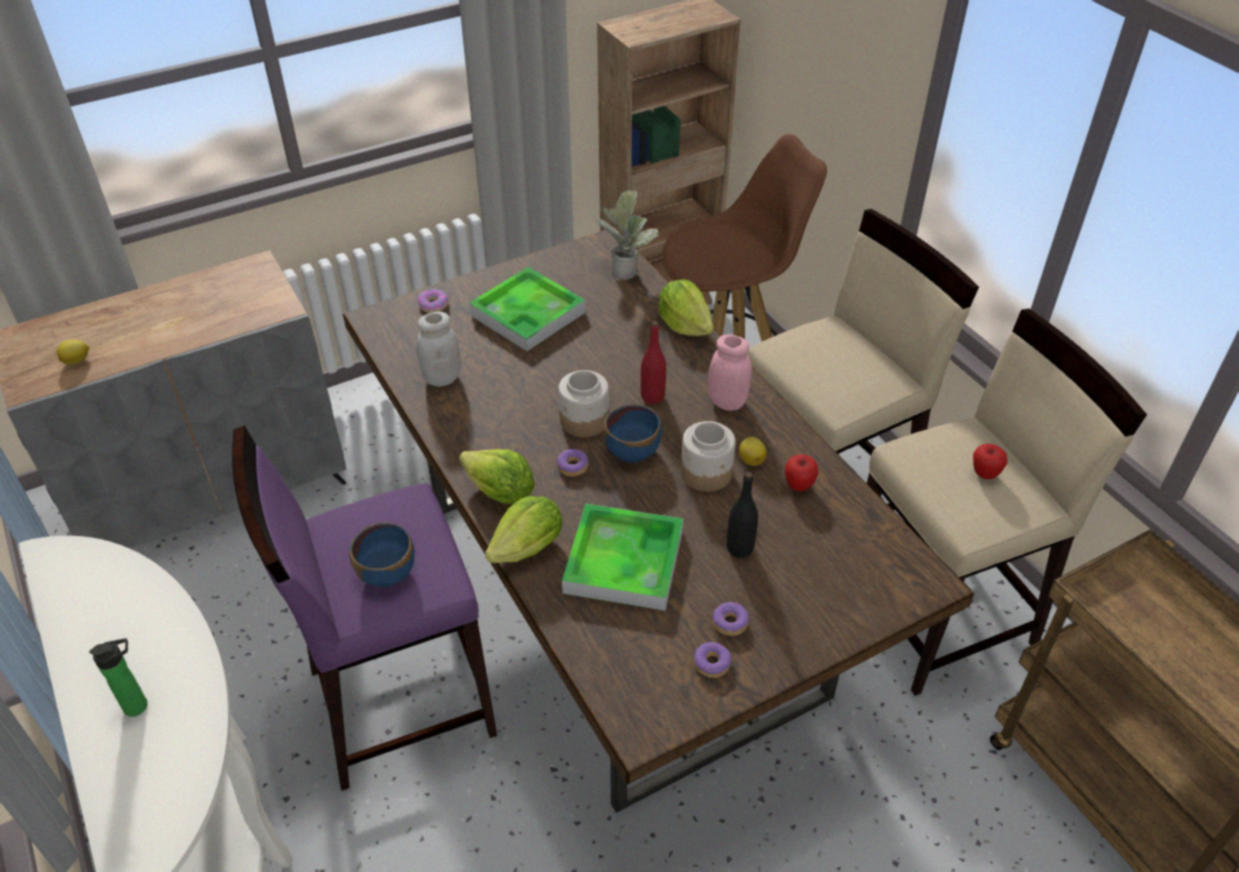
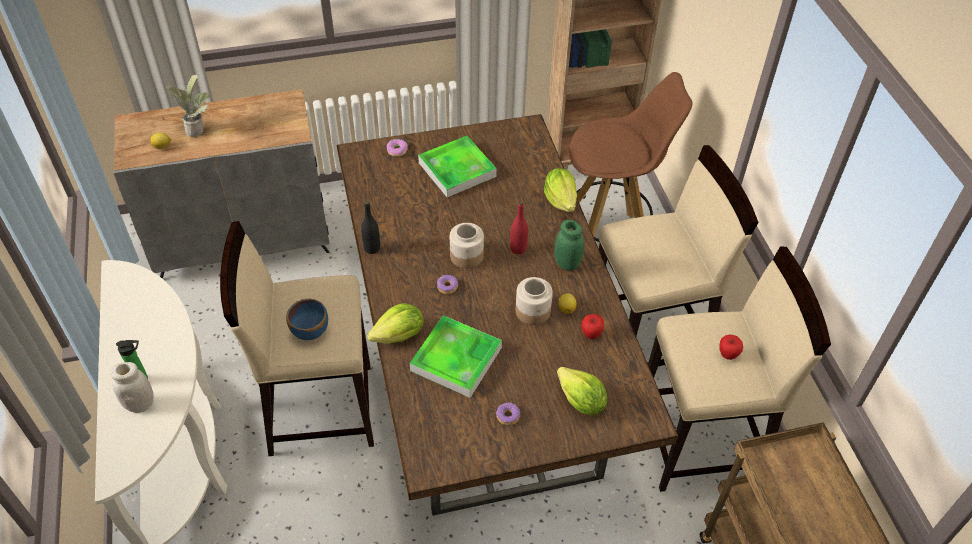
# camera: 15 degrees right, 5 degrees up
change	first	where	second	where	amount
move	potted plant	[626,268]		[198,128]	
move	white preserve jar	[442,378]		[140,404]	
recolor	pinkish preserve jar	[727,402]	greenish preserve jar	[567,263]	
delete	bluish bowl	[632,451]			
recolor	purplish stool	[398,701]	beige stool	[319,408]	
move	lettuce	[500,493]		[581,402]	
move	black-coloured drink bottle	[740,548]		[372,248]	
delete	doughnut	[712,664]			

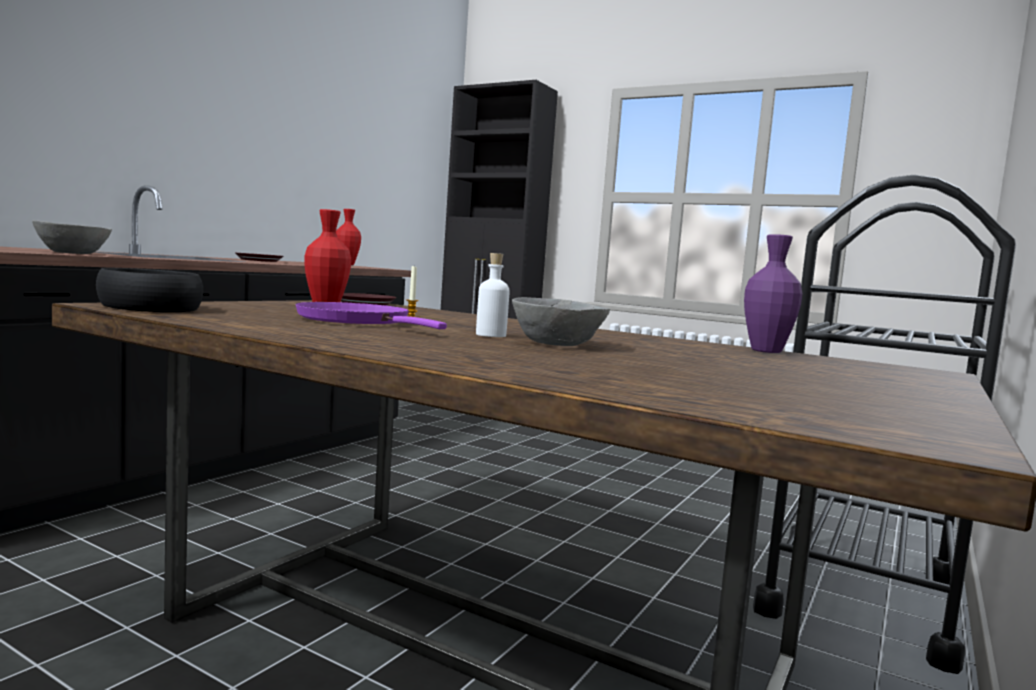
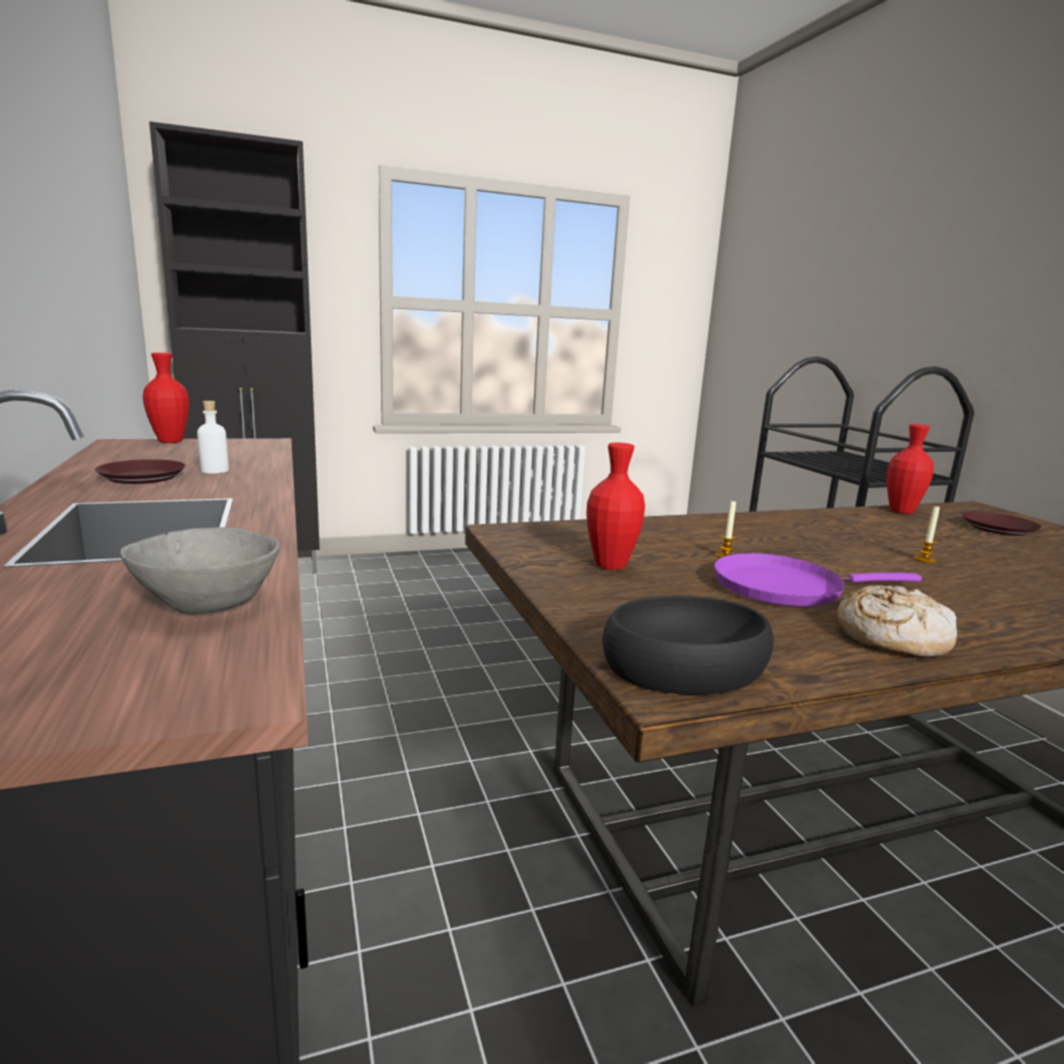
# camera: 50 degrees left, 10 degrees up
change	first	where	second	where	amount
recolor	purplish flower vase	[766,351]	red-coloured flower vase	[901,511]	
move	white drink bottle	[491,335]		[214,470]	
move	brownish plate	[364,303]		[998,529]	
replace	gray bowl	[556,344]	candle	[924,560]	
insert			baked bread	[890,637]	

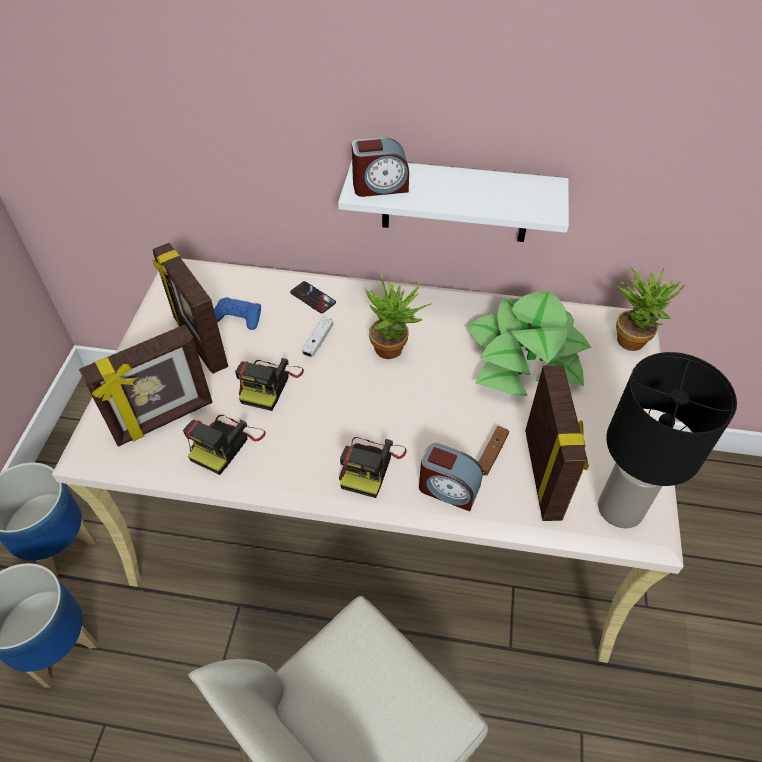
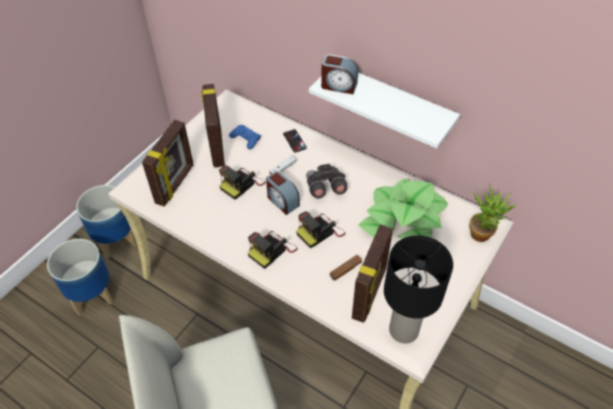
# camera: 25 degrees right, 0 degrees up
change	first	where	second	where	amount
replace	potted plant	[394,349]	gray field glasses	[325,188]	
rotate	picture frame	[164,420]		[176,184]	60 degrees counterclockwise
move	still camera	[226,444]		[320,232]	
move	alarm clock	[448,489]		[282,201]	

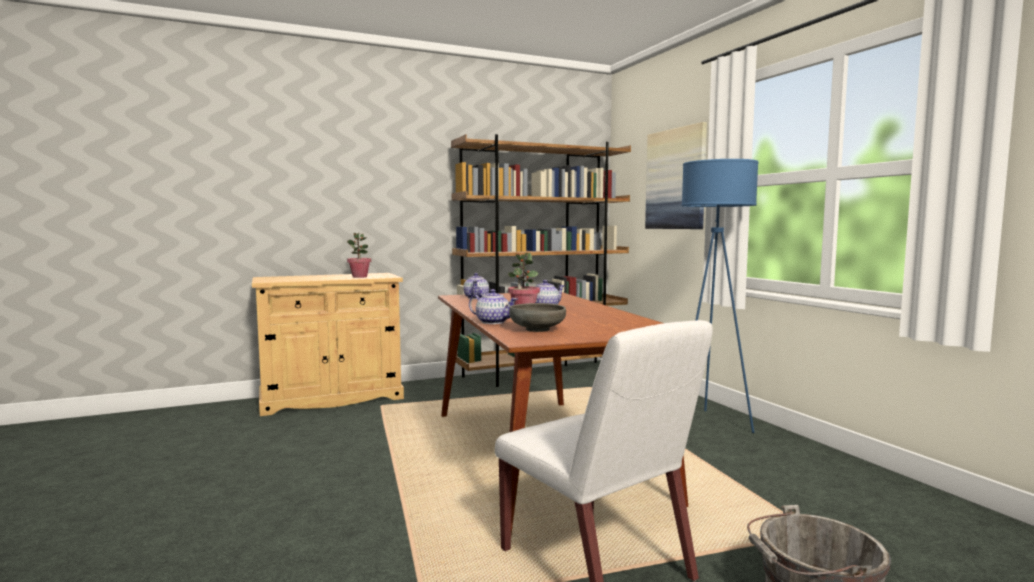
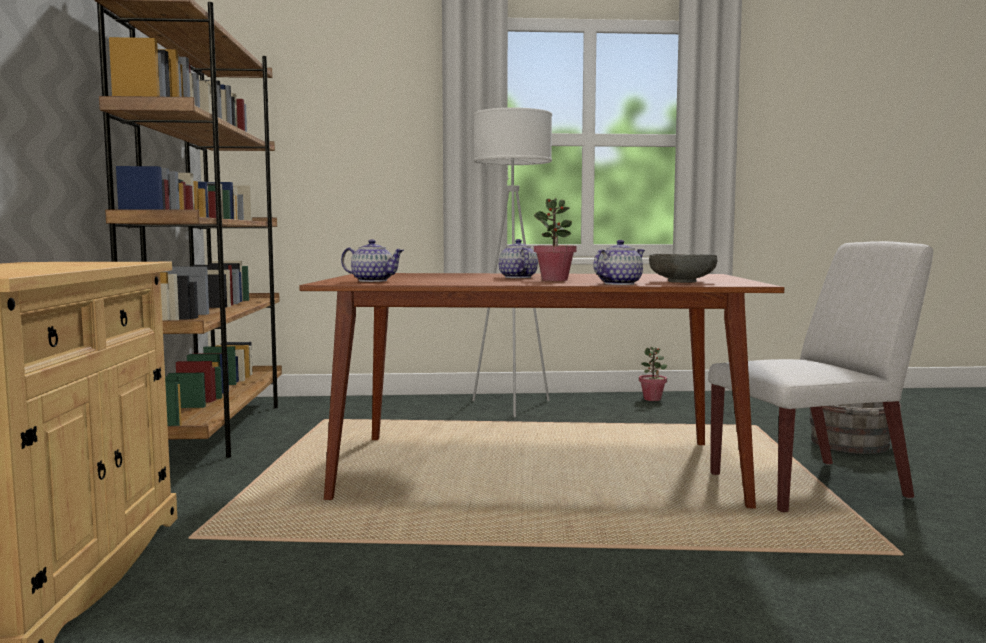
# camera: 70 degrees left, 0 degrees up
change	first	where	second	where	amount
delete	wall picture	[676,179]			
recolor	bluish standard lamp	[709,424]	white standard lamp	[511,406]	
move	potted plant	[359,277]		[652,399]	

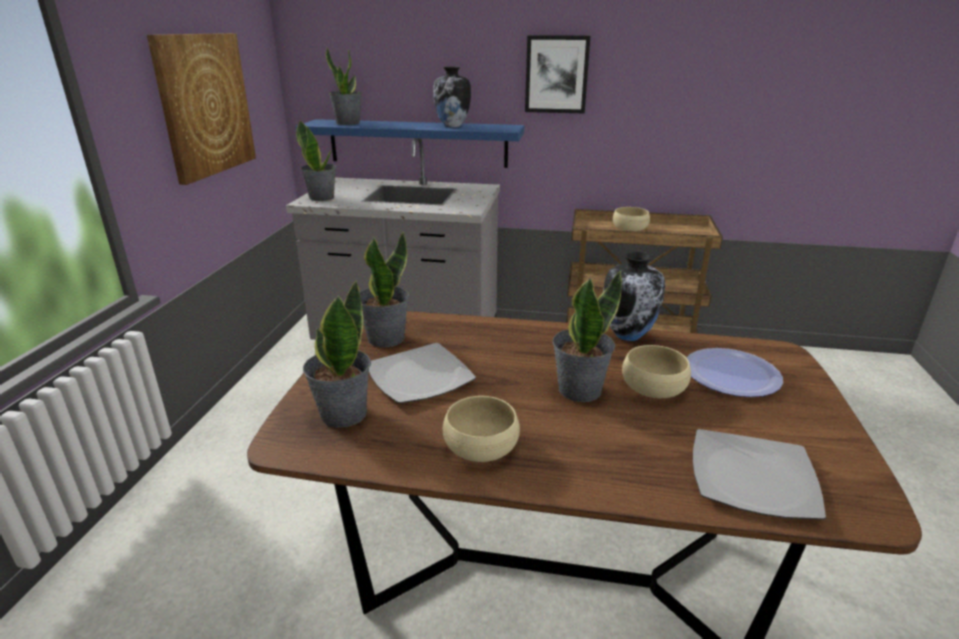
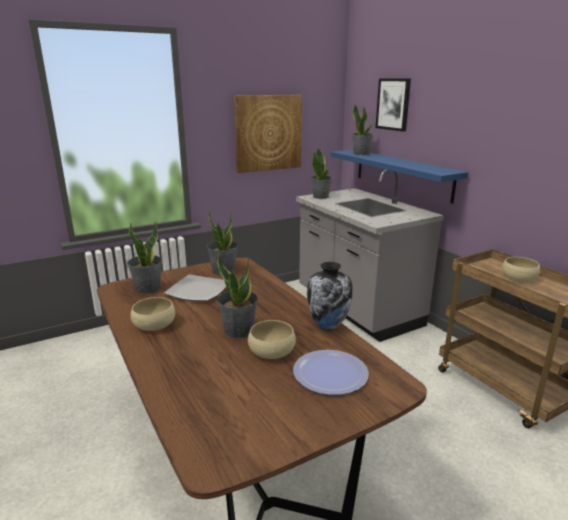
# camera: 50 degrees right, 5 degrees down
change	first	where	second	where	amount
move	wall picture	[556,74]		[393,104]	
delete	flower vase	[452,126]			
delete	plate	[754,478]			

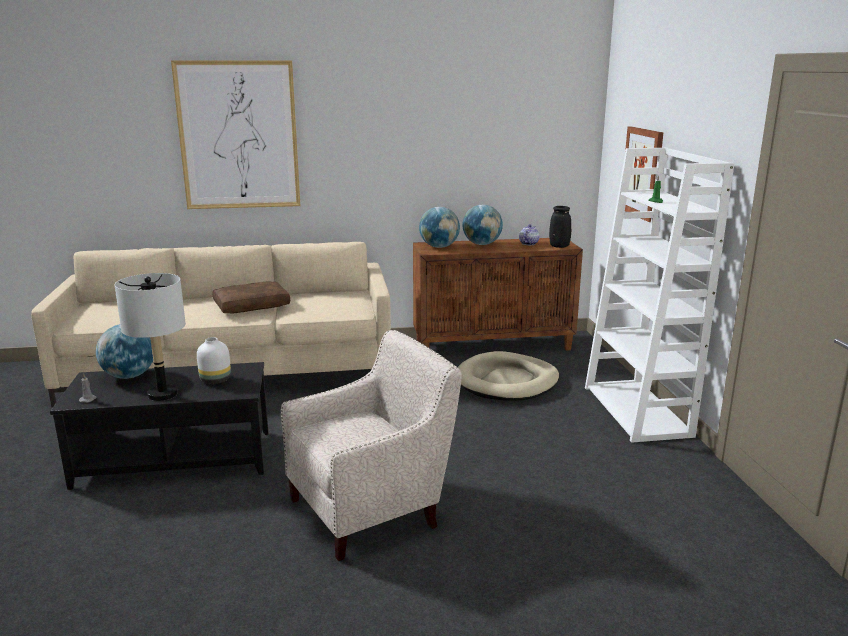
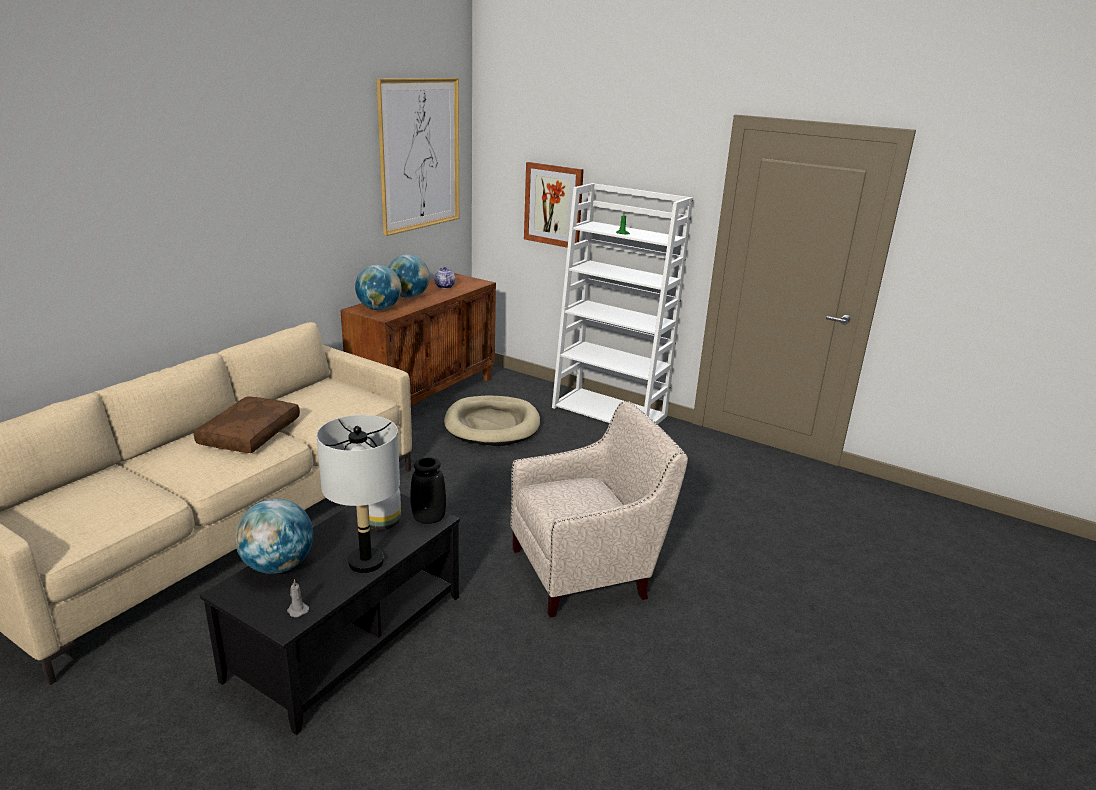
# camera: 50 degrees left, 5 degrees up
change	first	where	second	where	amount
move	wall picture	[238,136]		[420,155]	
move	black-coloured flower vase	[559,246]		[428,519]	
rotate	beige lounge chair	[372,509]		[587,571]	60 degrees clockwise

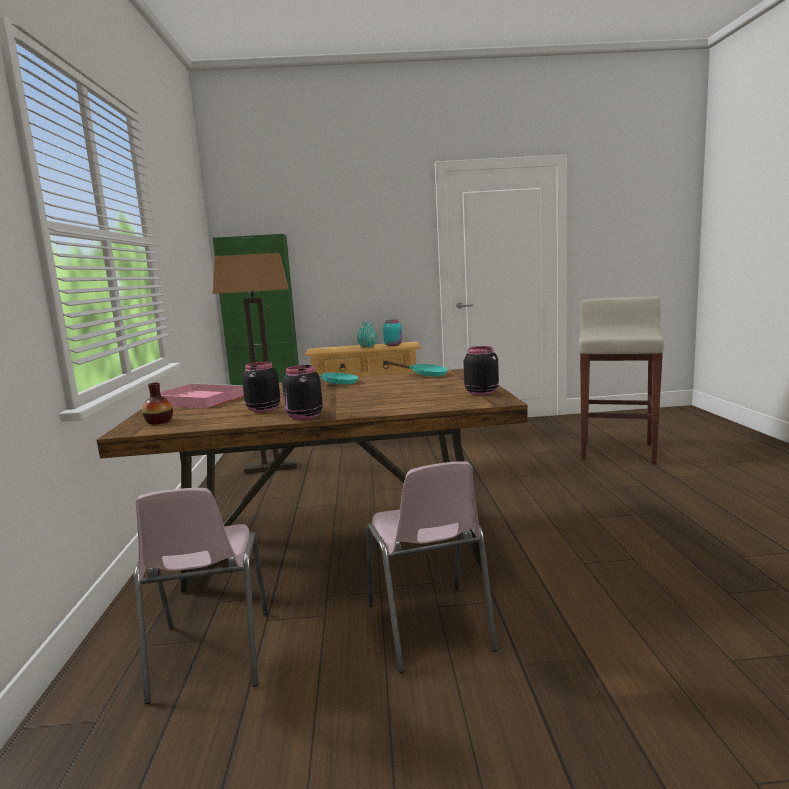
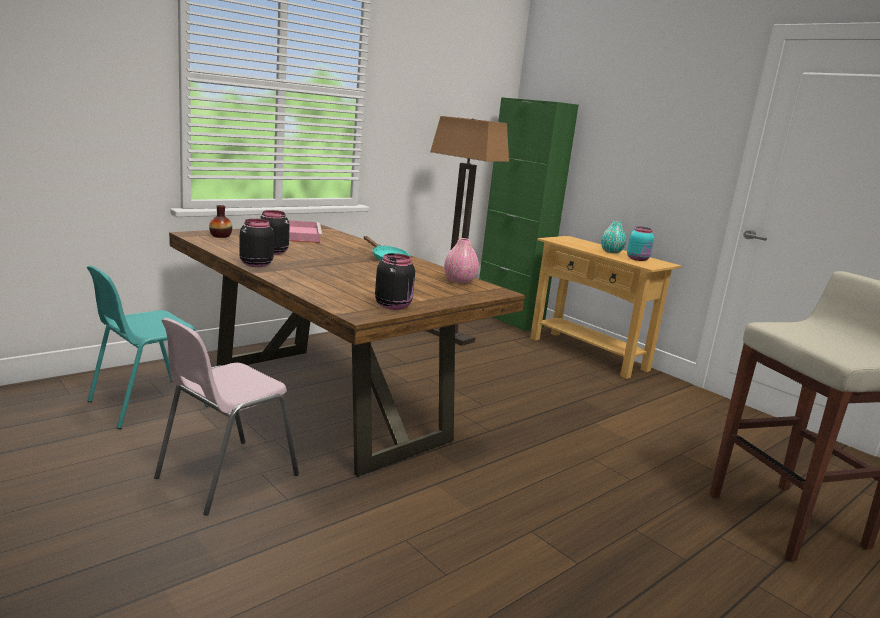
# camera: 50 degrees right, 5 degrees up
change	first	where	second	where	amount
replace	blue-green skillet	[425,375]	pinkish flower vase	[459,281]	
recolor	pinkish upright chair	[210,655]	blue-green upright chair	[146,403]	

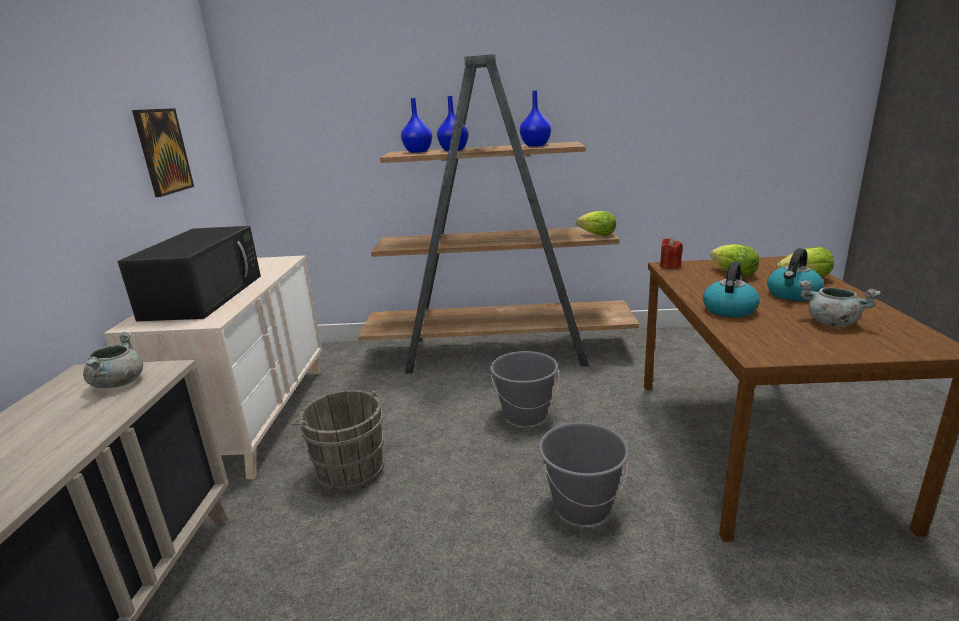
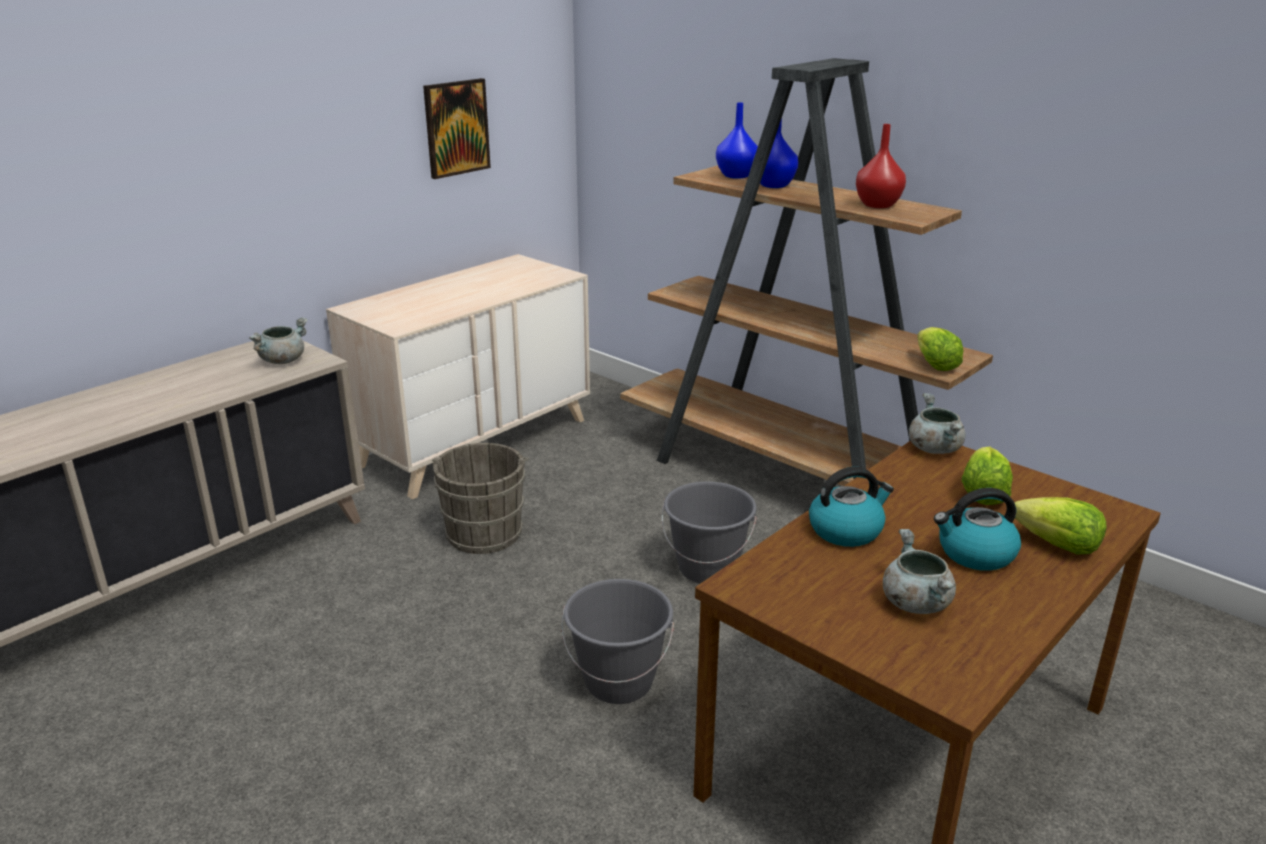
# camera: 40 degrees right, 5 degrees up
change	first	where	second	where	amount
recolor	bluish flower vase	[536,145]	red-coloured flower vase	[877,205]	
delete	black-coloured microwave	[205,295]			
replace	red-coloured candle	[670,266]	gray stockpot	[934,448]	

